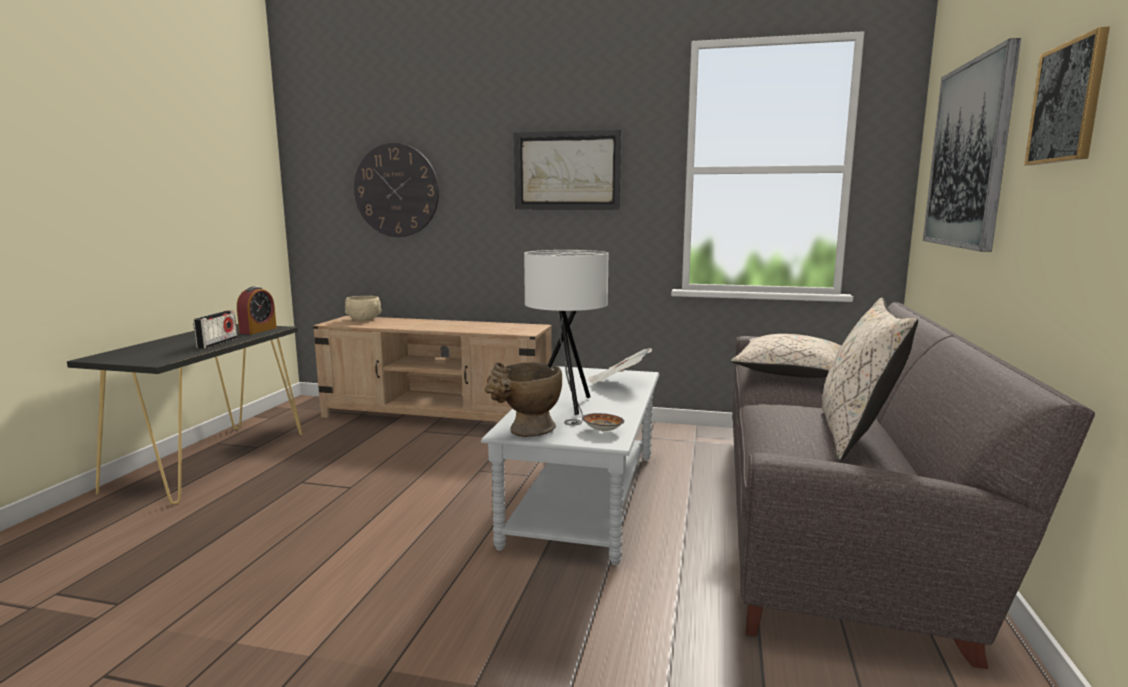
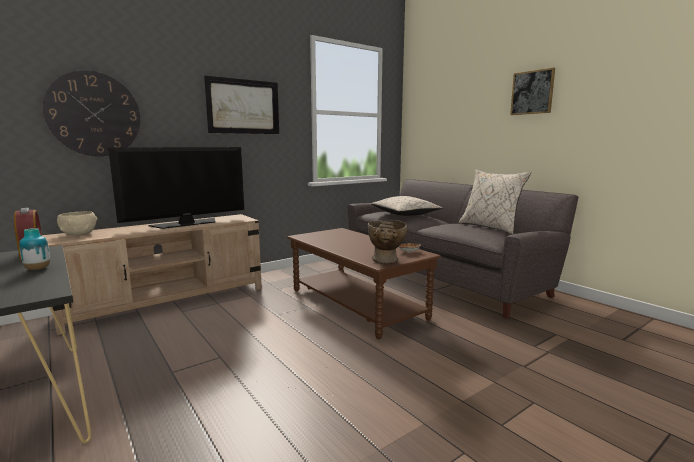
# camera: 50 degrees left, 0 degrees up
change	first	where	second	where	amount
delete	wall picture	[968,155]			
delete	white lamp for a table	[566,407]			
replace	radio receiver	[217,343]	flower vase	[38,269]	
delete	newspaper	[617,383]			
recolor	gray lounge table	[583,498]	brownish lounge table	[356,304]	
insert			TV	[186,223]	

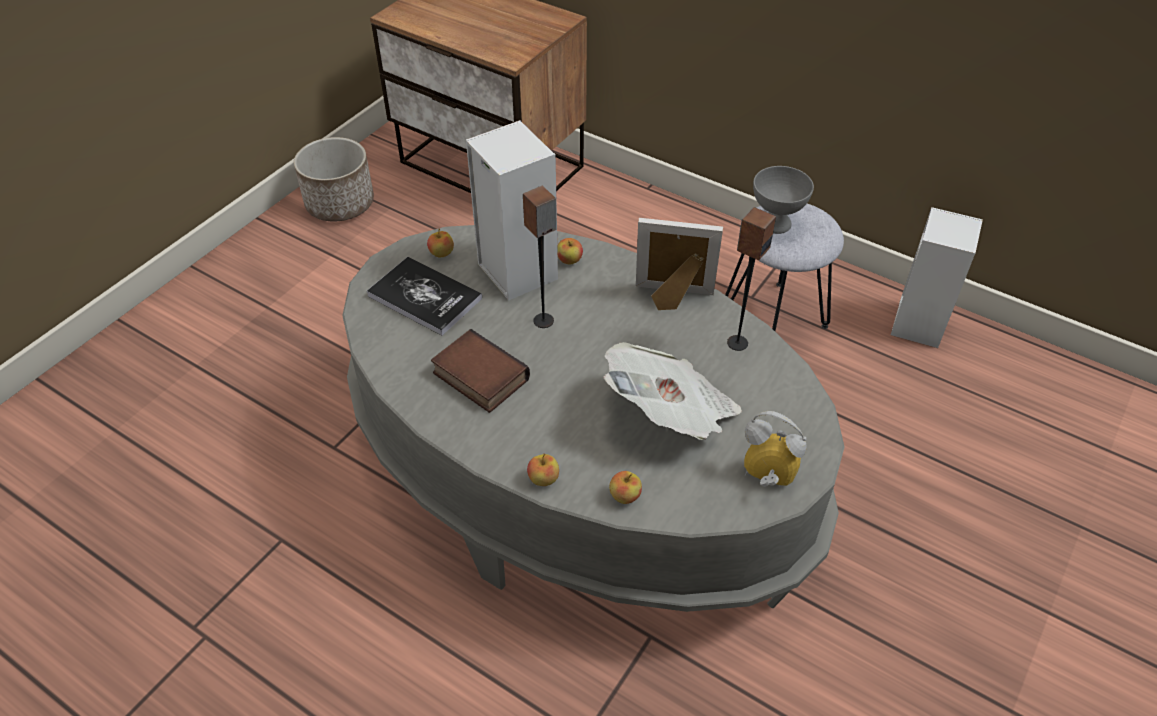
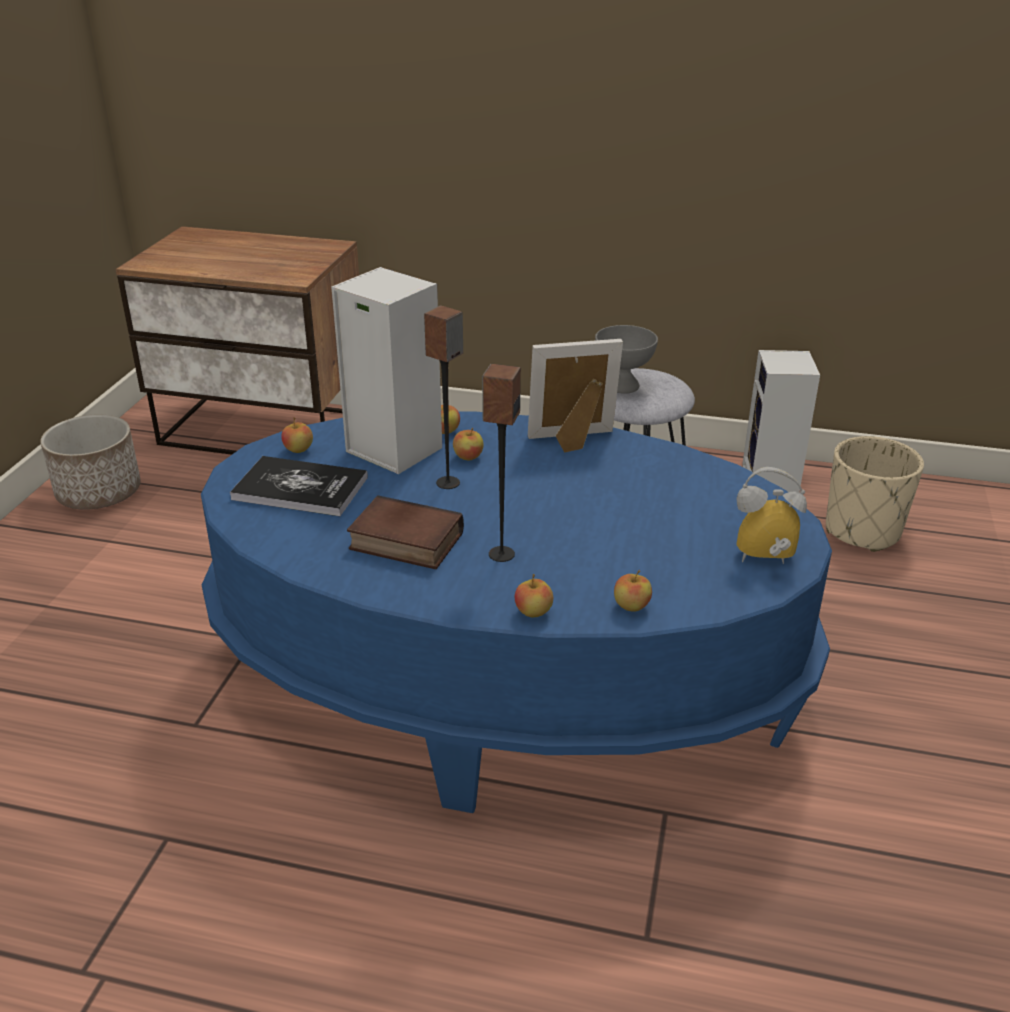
# camera: 20 degrees left, 15 degrees down
change	first	where	second	where	amount
move	loudspeaker	[737,342]		[501,554]	
recolor	gray lounge table	[578,477]	bluish lounge table	[504,683]	
delete	newspaper	[671,414]			
insert			whole apple	[468,457]	
insert			beige planter	[862,531]	

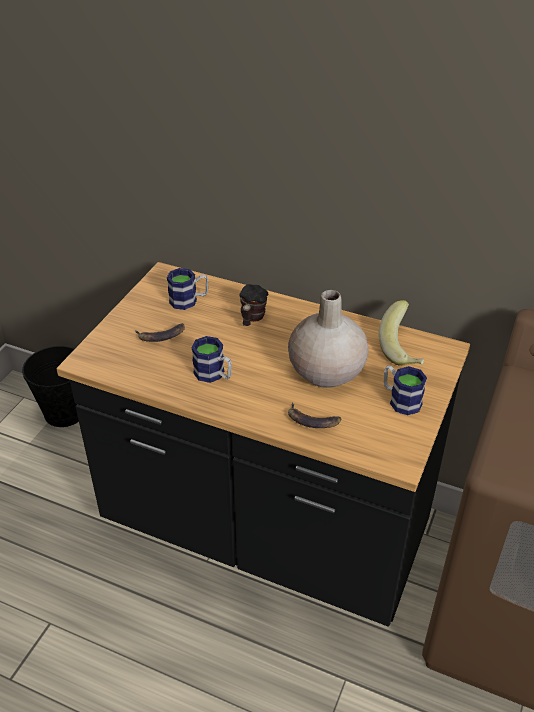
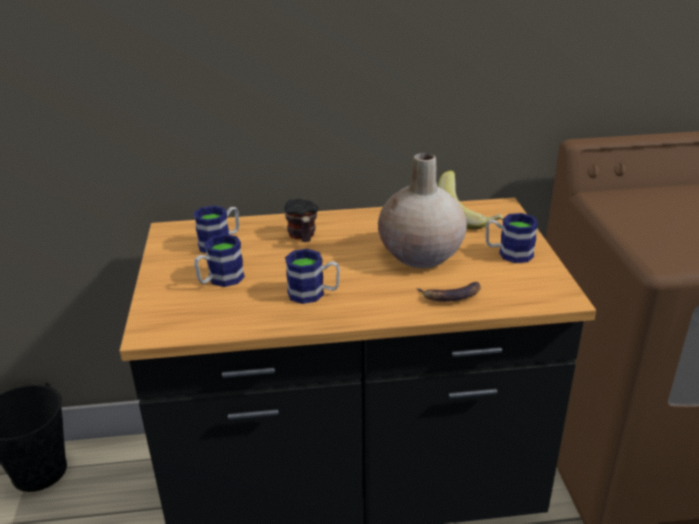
# camera: 30 degrees left, 10 degrees down
change	first	where	second	where	amount
replace	banana fruit	[161,335]	coffee mug	[220,280]	

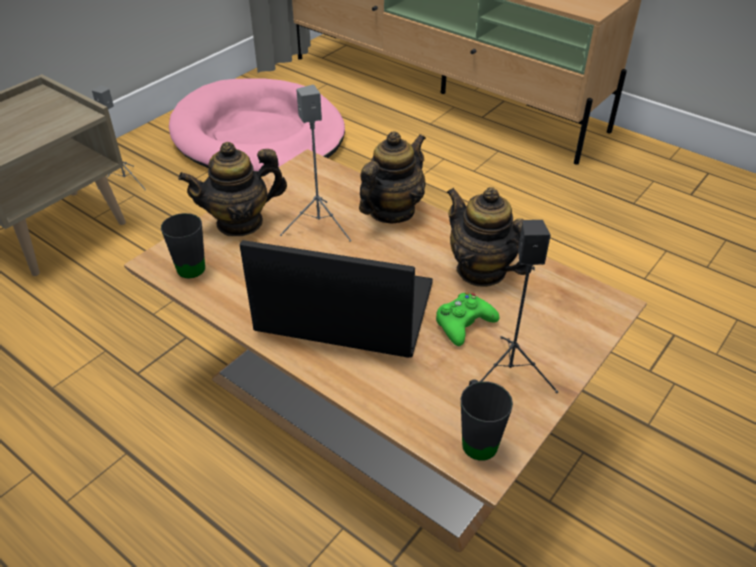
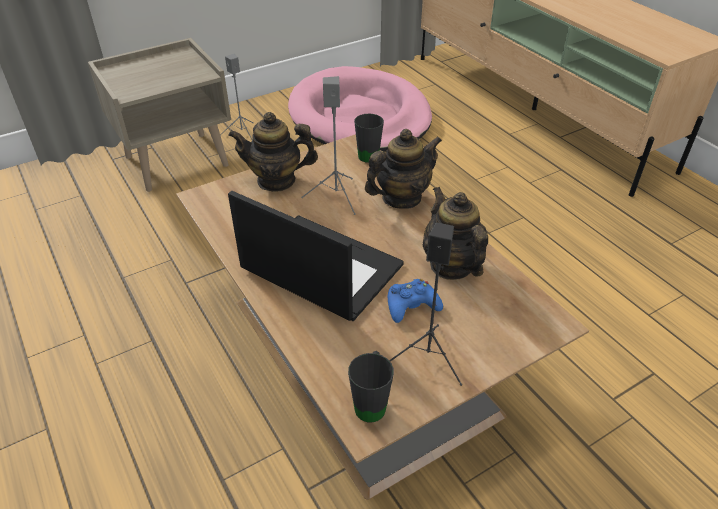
# camera: 20 degrees right, 0 degrees up
change	first	where	second	where	amount
move	black-coloured coffee mug	[192,264]		[370,153]	
recolor	greenish gamepad	[463,324]	bluish gamepad	[411,305]	

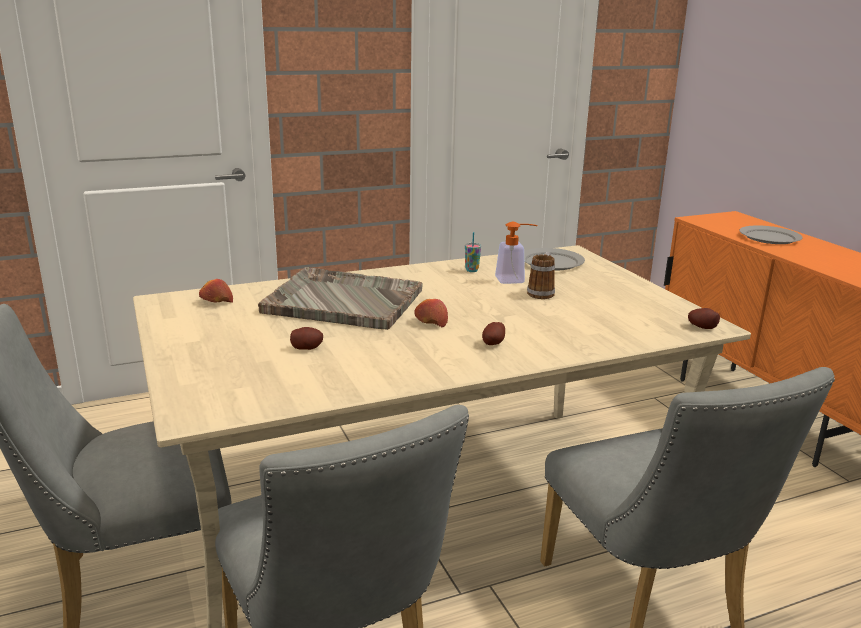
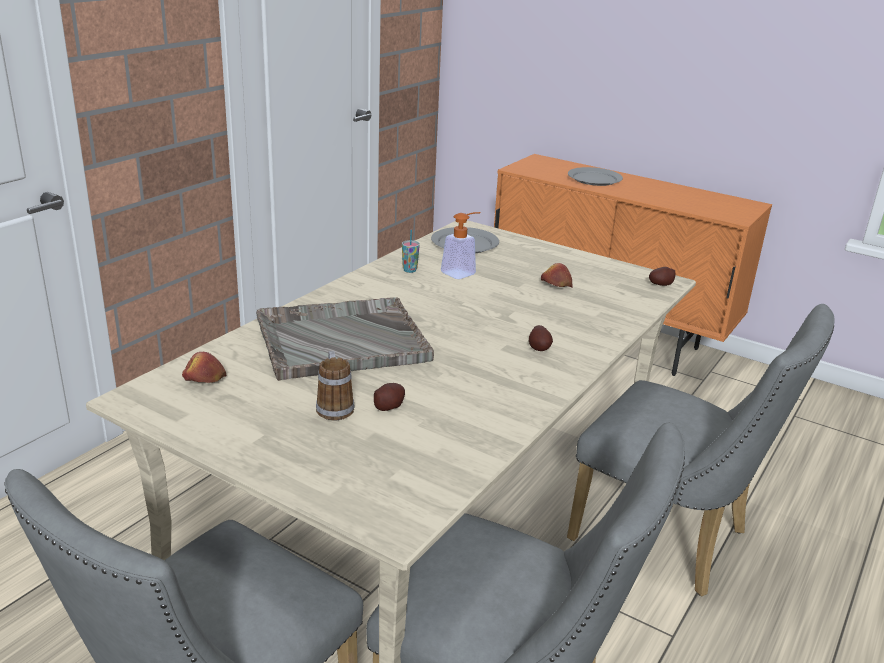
# camera: 35 degrees left, 5 degrees up
change	first	where	second	where	amount
move	coffee mug	[542,292]		[334,406]	
move	whole apple	[431,322]		[556,285]	

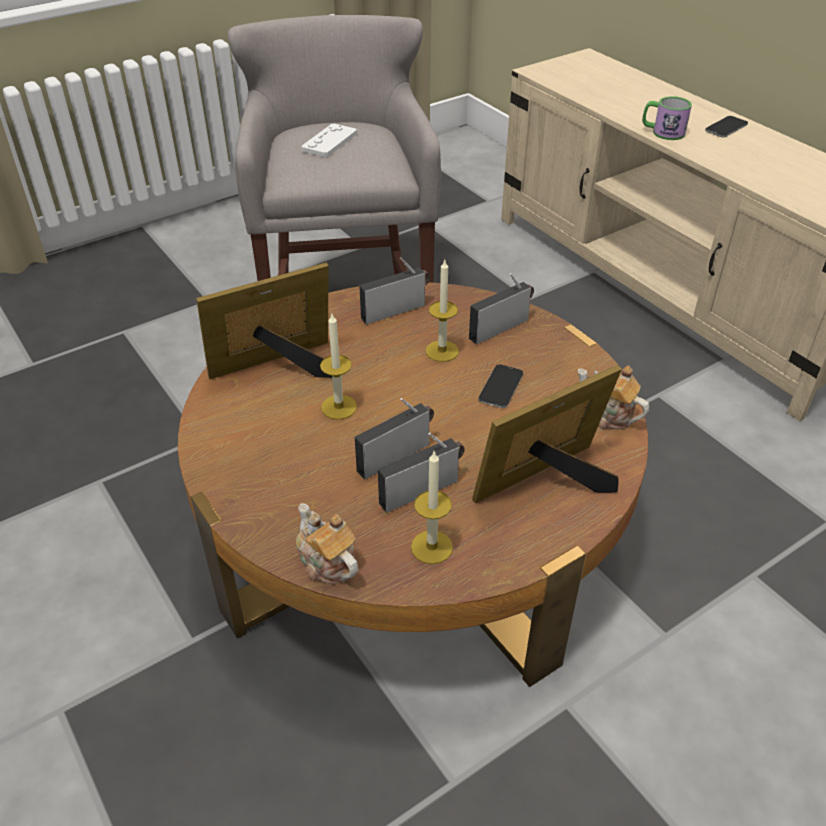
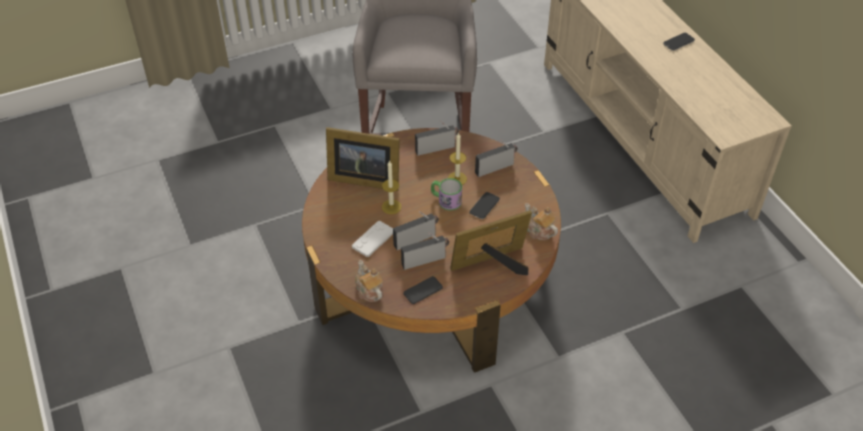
# camera: 10 degrees right, 5 degrees up
change	first	where	second	where	amount
move	coffee mug	[662,132]		[446,200]	
move	white gamepad	[329,141]		[373,239]	
rotate	picture frame	[279,367]		[362,177]	150 degrees counterclockwise
replace	candle	[431,547]	phone	[423,290]	

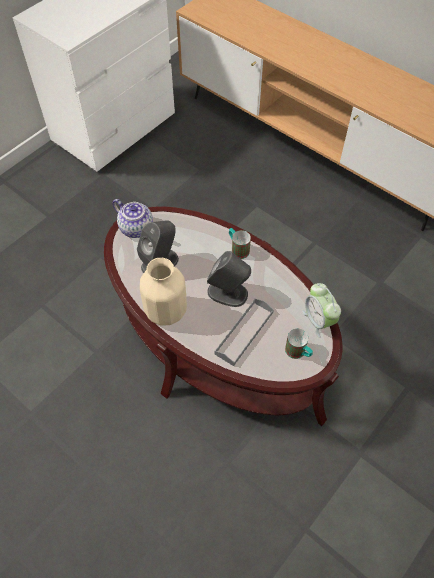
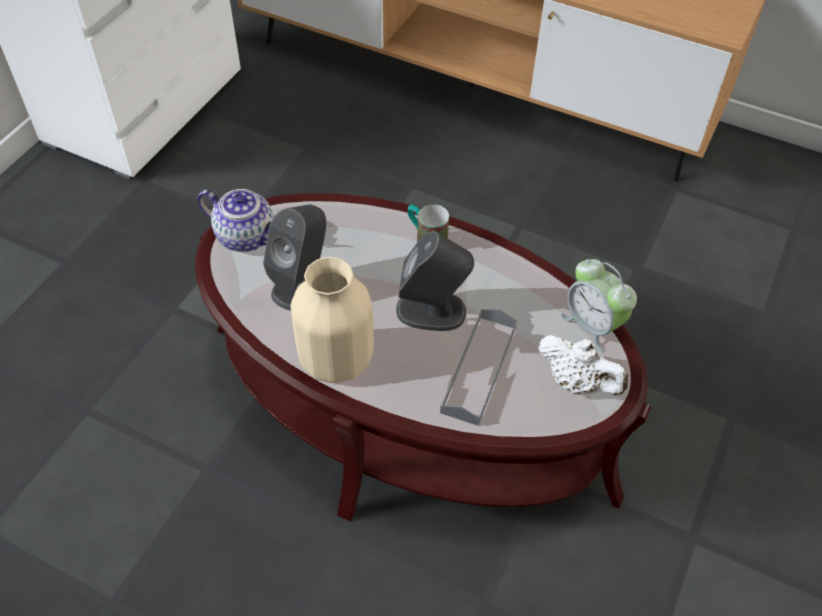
# camera: 15 degrees left, 5 degrees down
change	first	where	second	where	amount
replace	coffee mug	[298,353]	white tea pot	[577,382]	

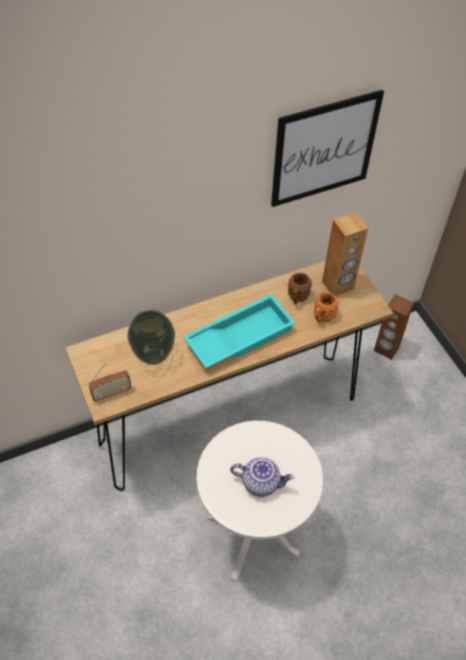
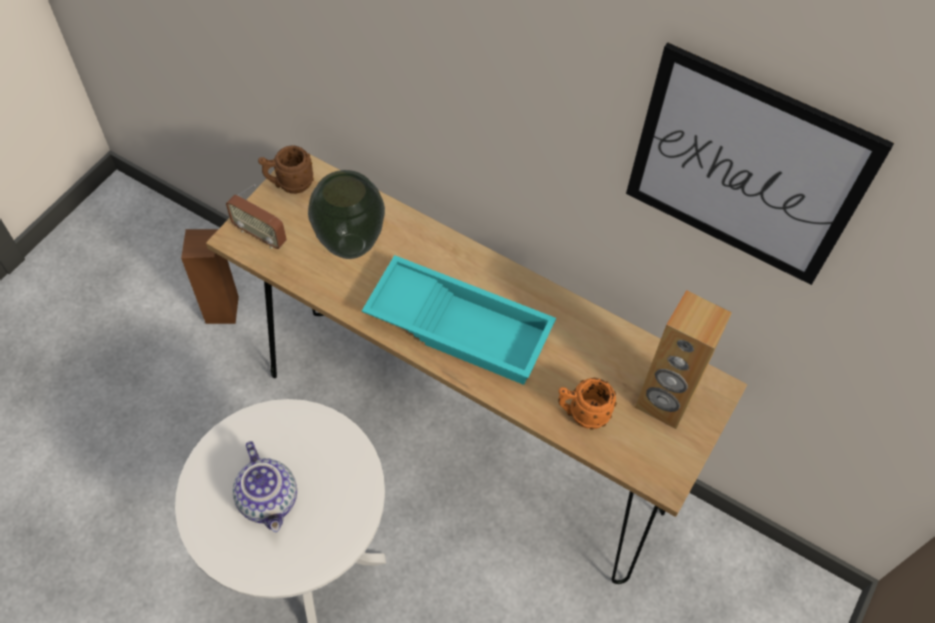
# camera: 55 degrees right, 5 degrees up
change	first	where	second	where	amount
move	brownish coffee mug	[297,298]		[289,184]	
move	brownish loudspeaker	[386,349]		[221,310]	

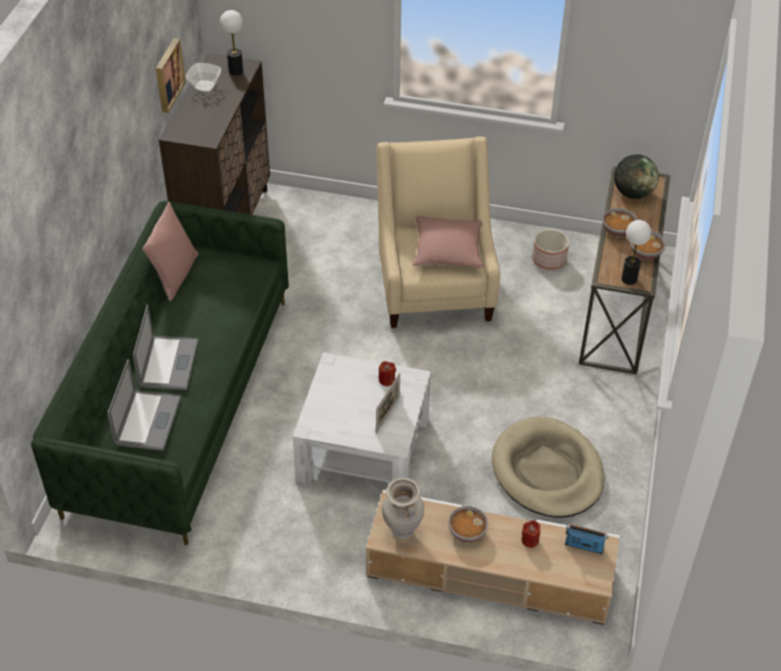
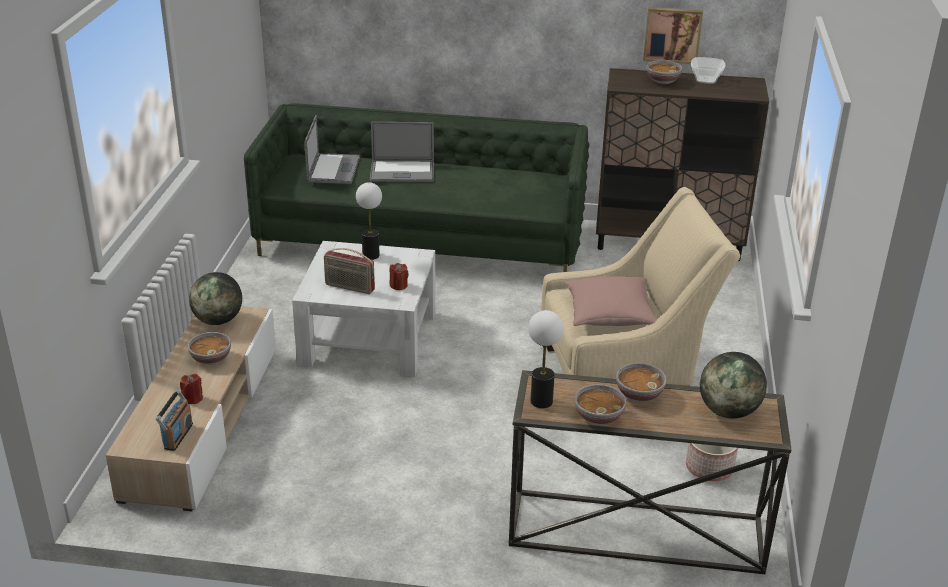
# camera: 85 degrees right, 15 degrees down
change	first	where	second	where	amount
move	lamp for a table	[236,71]		[371,255]	
delete	pinkish throw pillow	[174,275]			
rotate	portable computer	[148,420]		[333,169]	90 degrees counterclockwise
replace	picture frame	[387,415]	radio receiver	[349,287]	
delete	beige dog cushion	[547,471]			
replace	beige flower vase	[402,531]	globe	[218,320]	
insert			bowl	[662,81]	

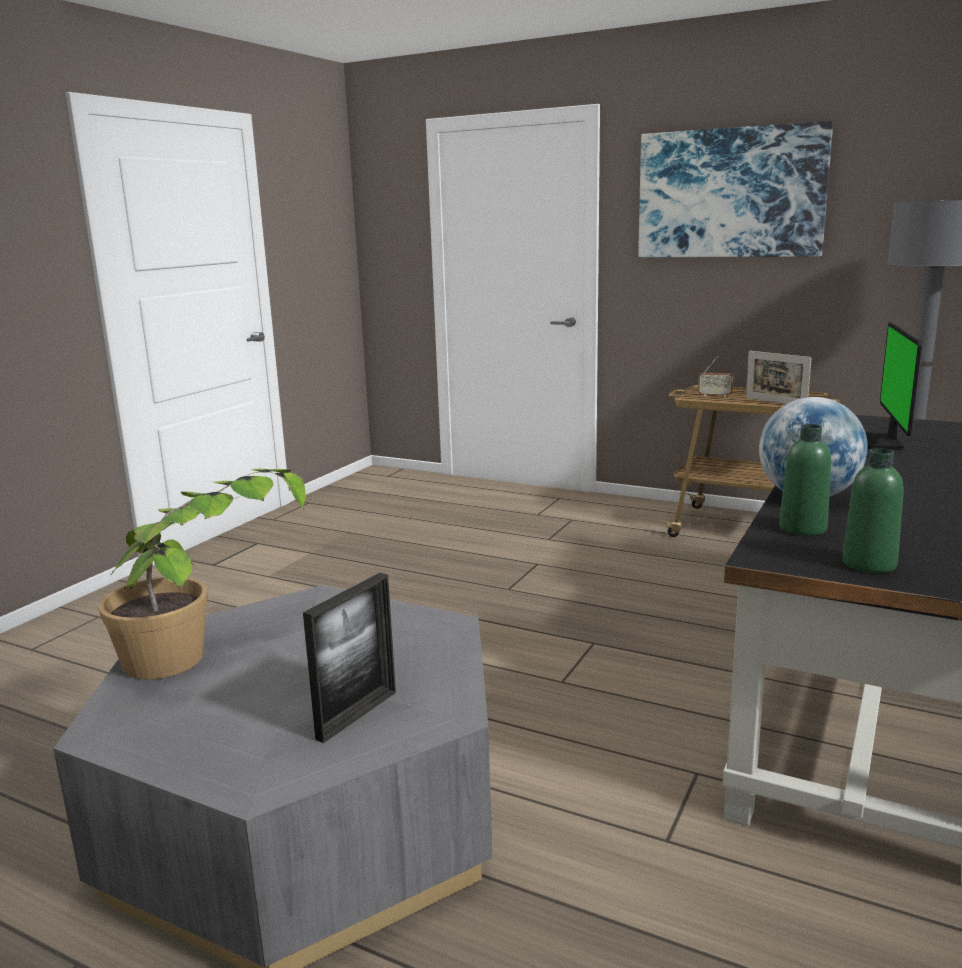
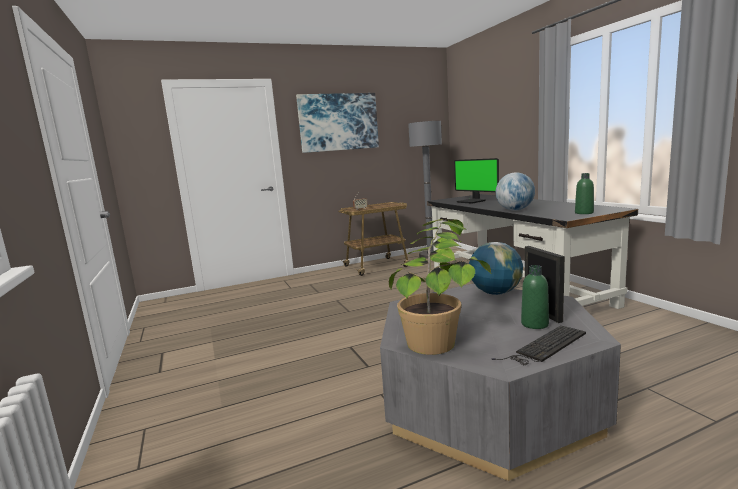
# camera: 50 degrees left, 5 degrees down
change	first	where	second	where	amount
delete	picture frame	[775,402]			
move	greenish drink bottle	[802,528]		[534,324]	
insert			globe	[495,293]	
insert			computer keyboard	[544,346]	

